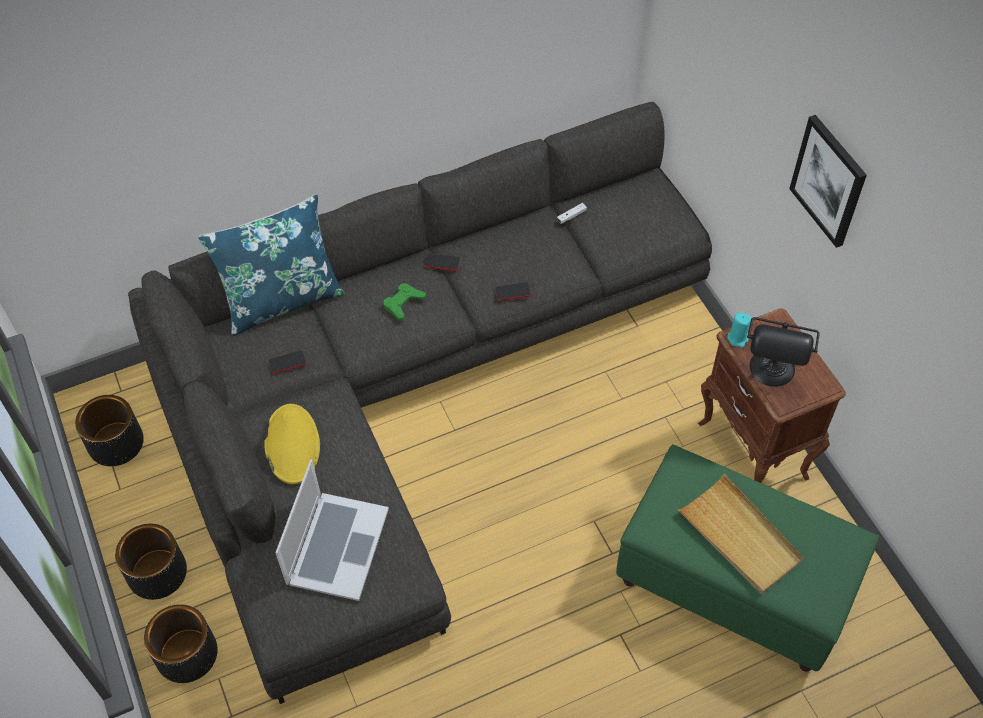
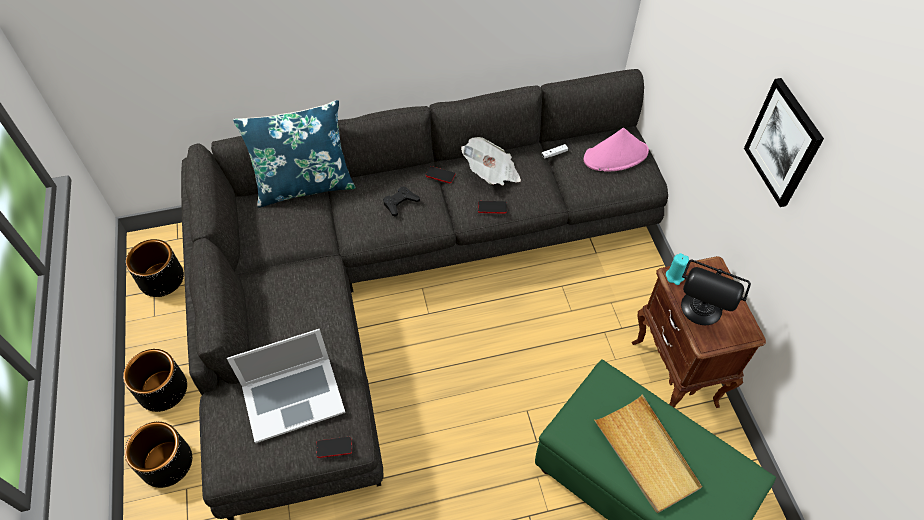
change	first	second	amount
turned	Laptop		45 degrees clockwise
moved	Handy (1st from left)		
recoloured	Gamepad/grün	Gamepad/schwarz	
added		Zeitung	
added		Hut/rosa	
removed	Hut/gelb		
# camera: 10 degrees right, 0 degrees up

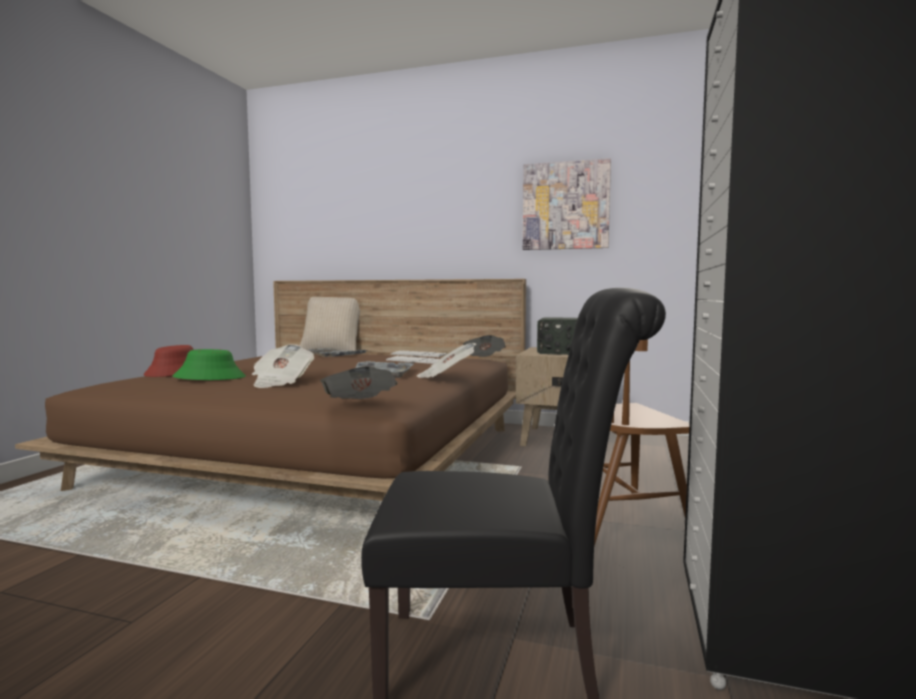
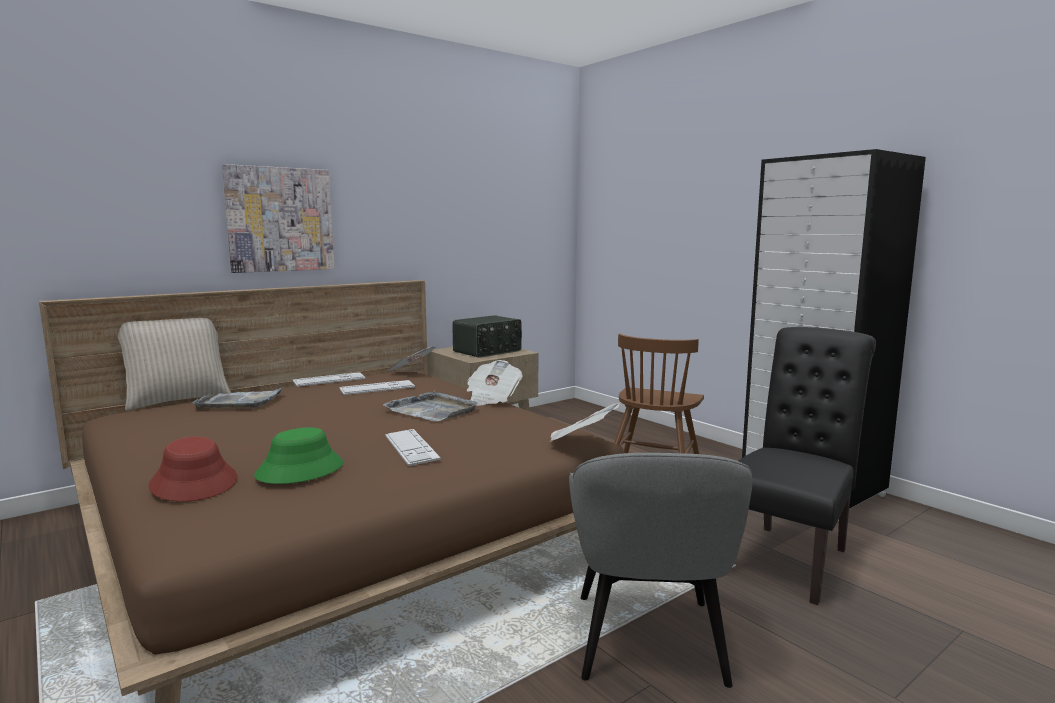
change	first	second	amount
moved	Bild		
replaced	Zeitung (1st from left)	Tastatur (3rd from left)	
added		Sessel/grau	
# camera: 55 degrees left, 5 degrees up

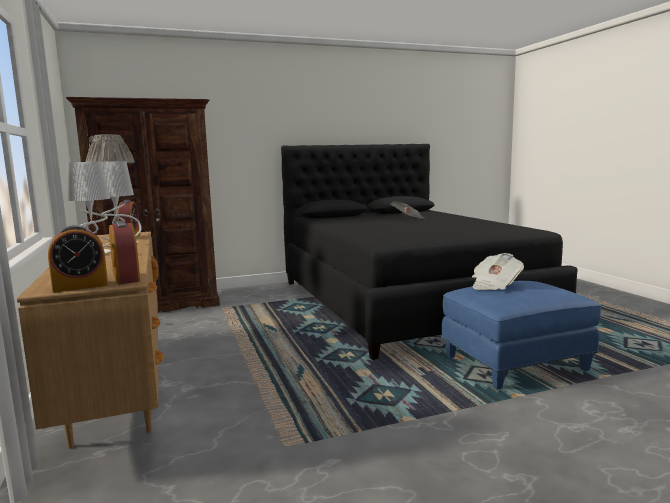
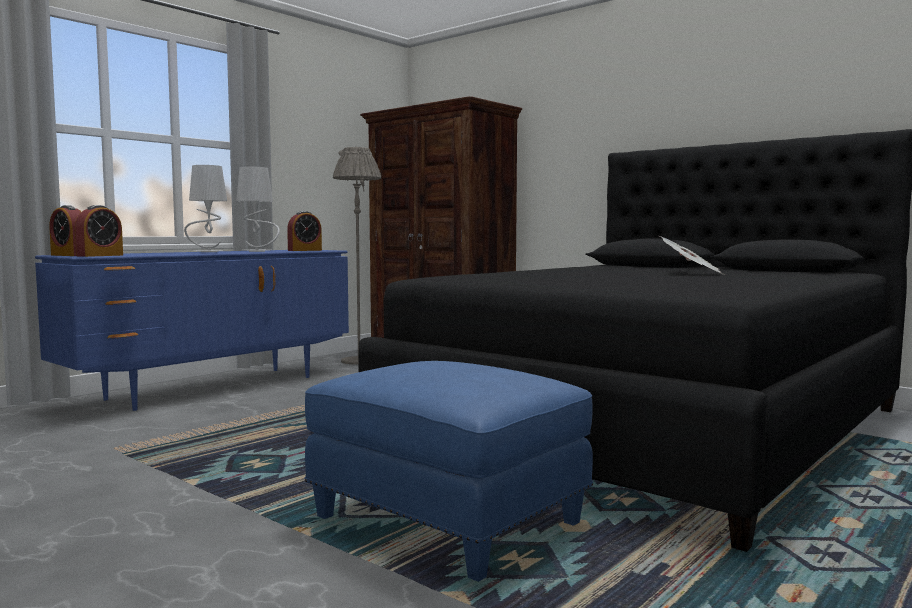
change	first	second	amount
recoloured	Kommode/braun	Kommode/blau	
removed	Zeitung (2nd from left)		
# camera: 60 degrees right, 5 degrees down

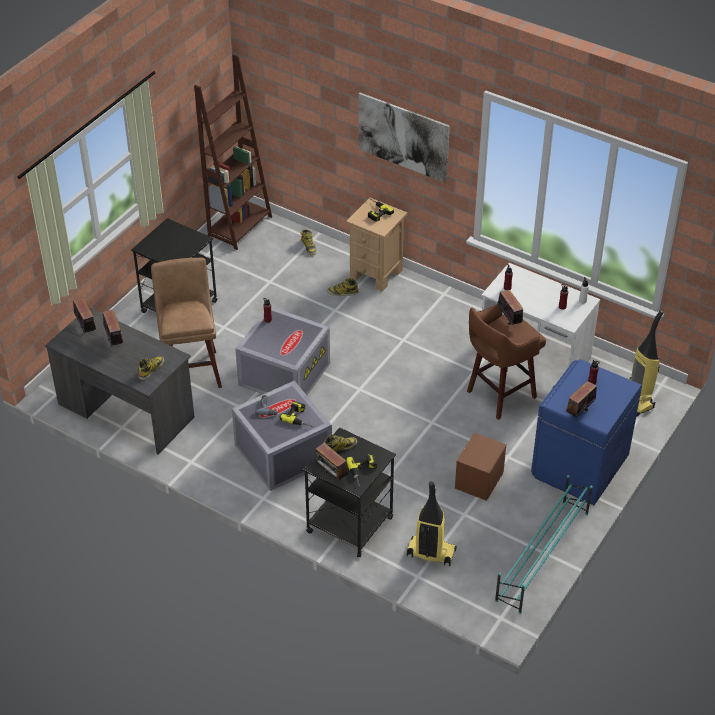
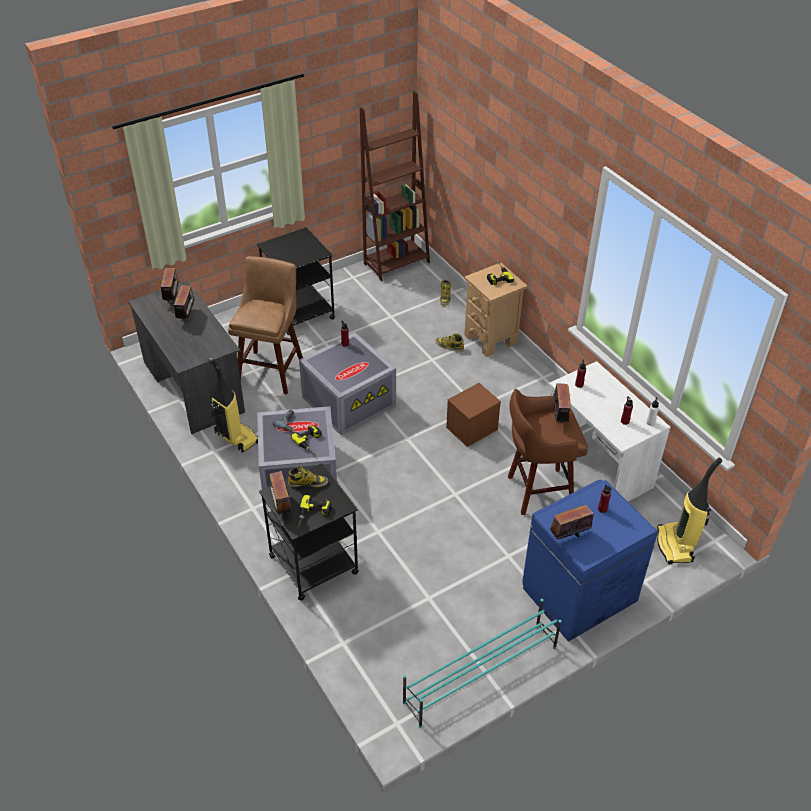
change	first	second	amount
moved	Staubsauger (1st from left)		
moved	Aufbewahrungsbox/braun		
removed	Stiefel (1st from left)		
removed	Bild		
# camera: 25 degrees right, 0 degrees up

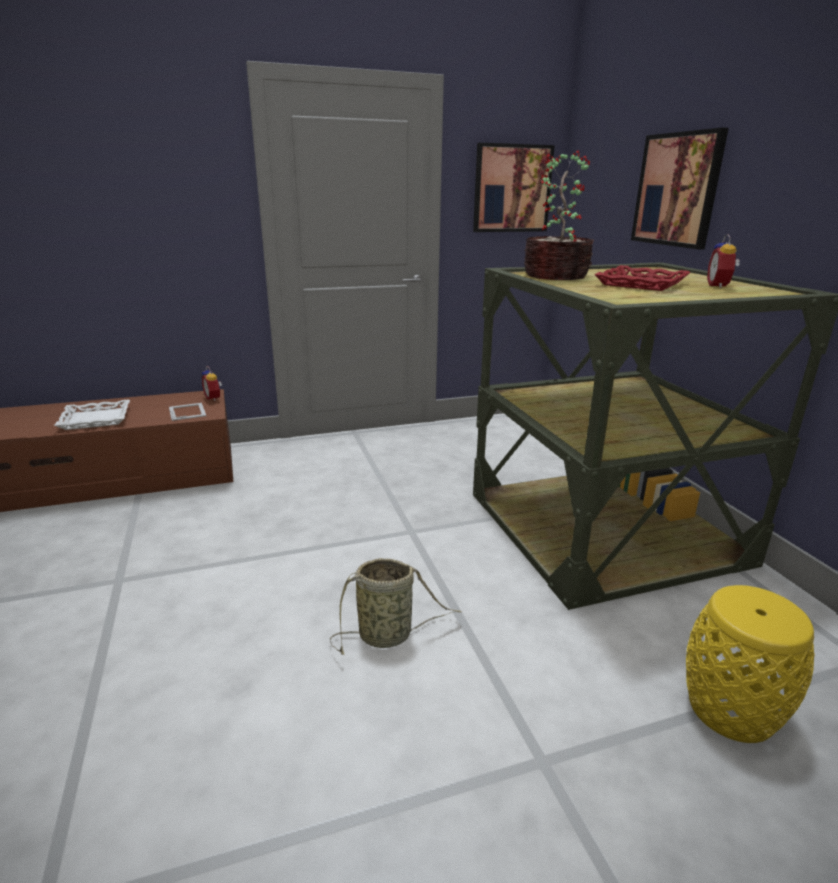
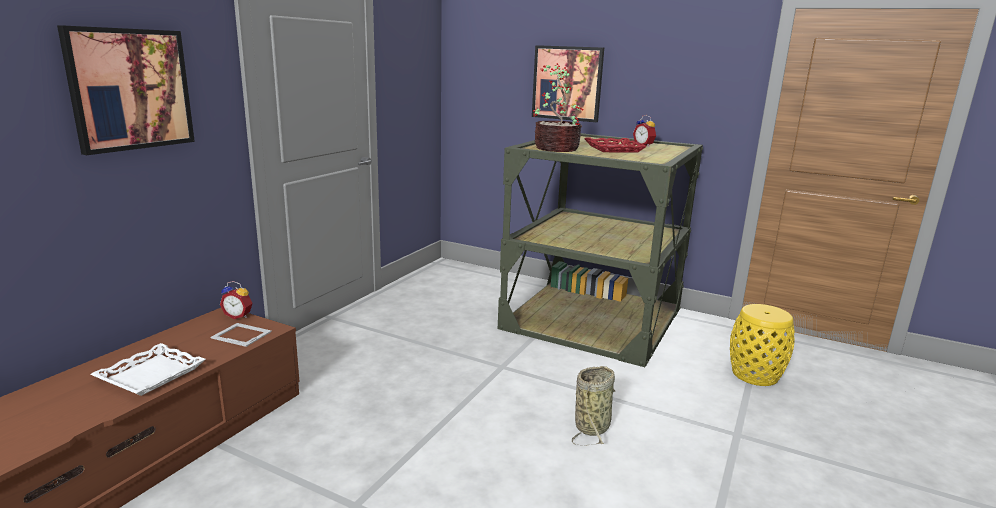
change	first	second	amount
moved	Bild (1st from left)		
# camera: 45 degrees left, 5 degrees down

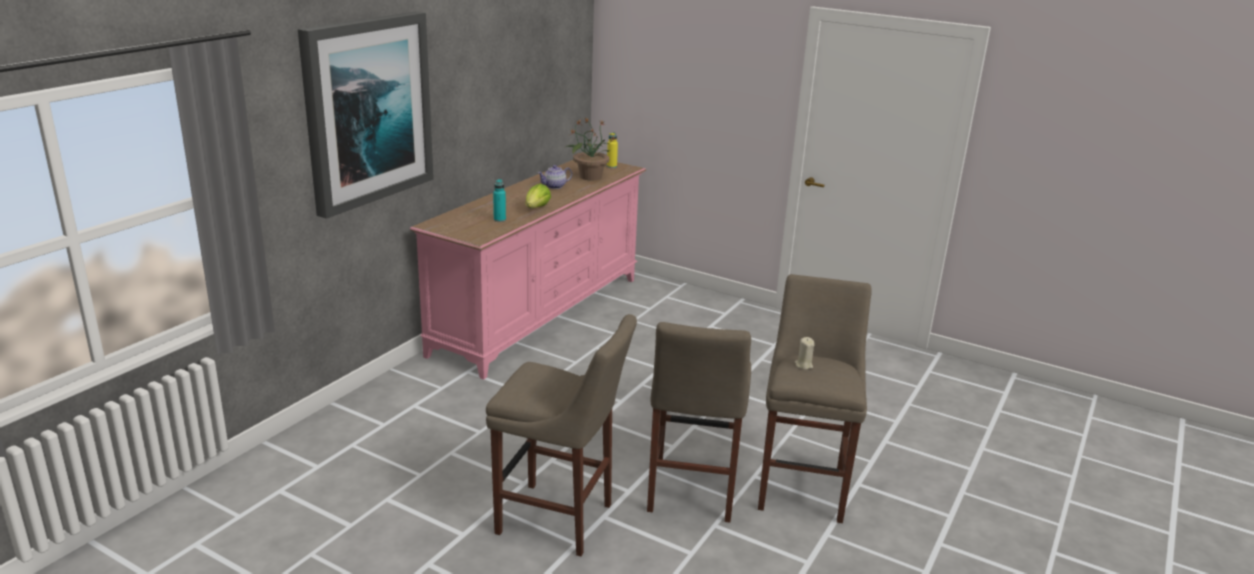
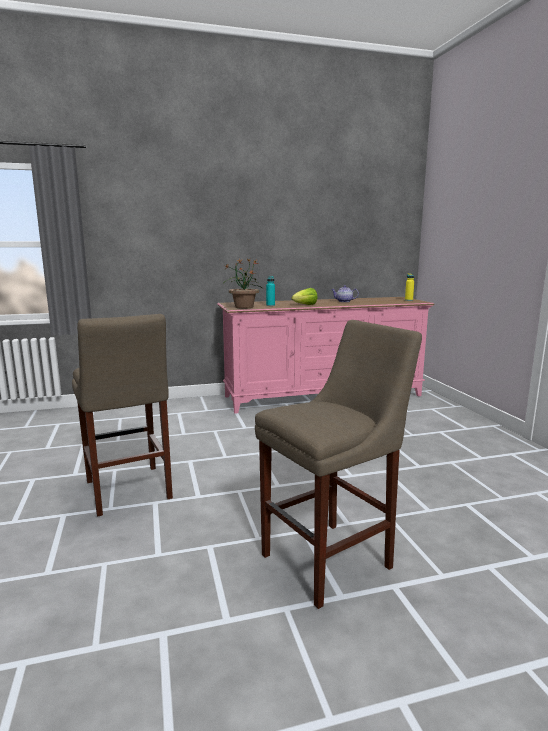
change	first	second	amount
moved	Topfpflanze		
removed	Bild		
removed	Hocker/beige (2nd from left)		
removed	Kerze/beige		
# camera: 45 degrees right, 10 degrees down

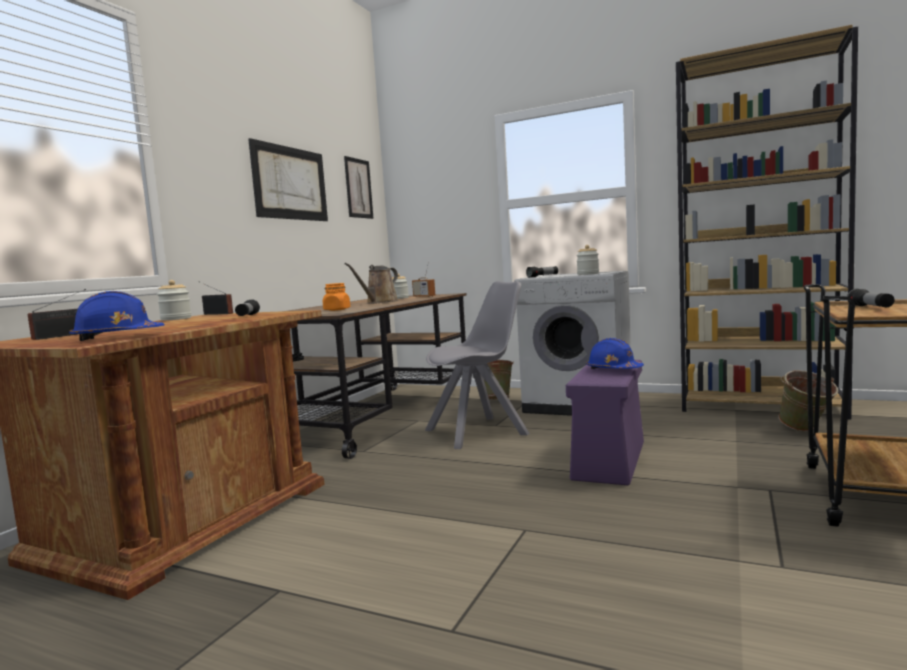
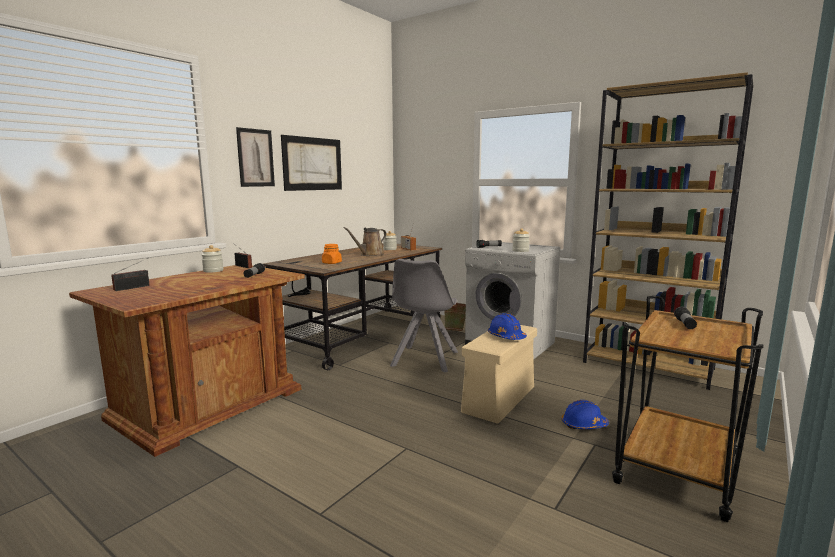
change	first	second	amount
moved	Bild (2nd from left in the first image)	Bild (1st from left)	
turned	Stuhl/grau		120 degrees clockwise
recoloured	Aufbewahrungsbox/lila	Aufbewahrungsbox/beige	
moved	Schutzhelm/blau (1st from left in the first image)	Schutzhelm/blau (2nd from left)	
removed	Eimer/grün (2nd from left)		
# camera: 10 degrees right, 5 degrees up

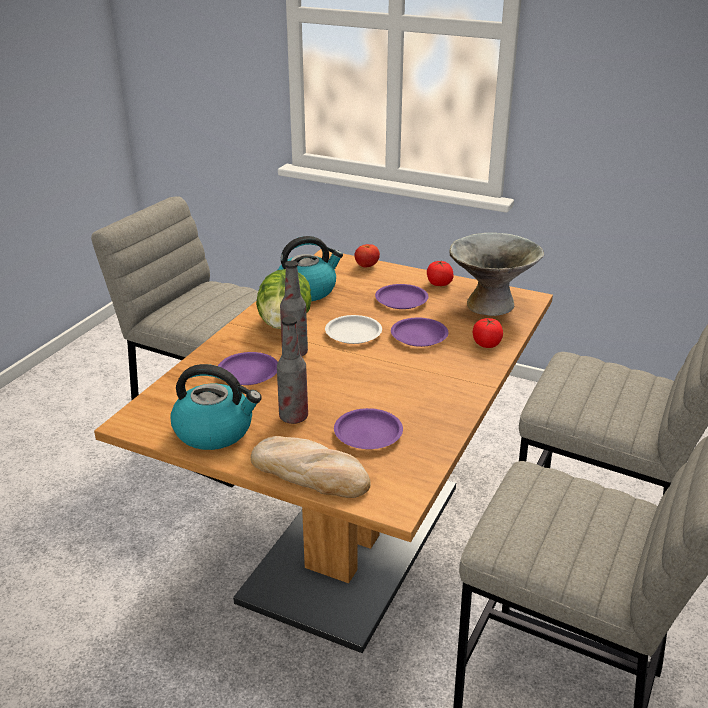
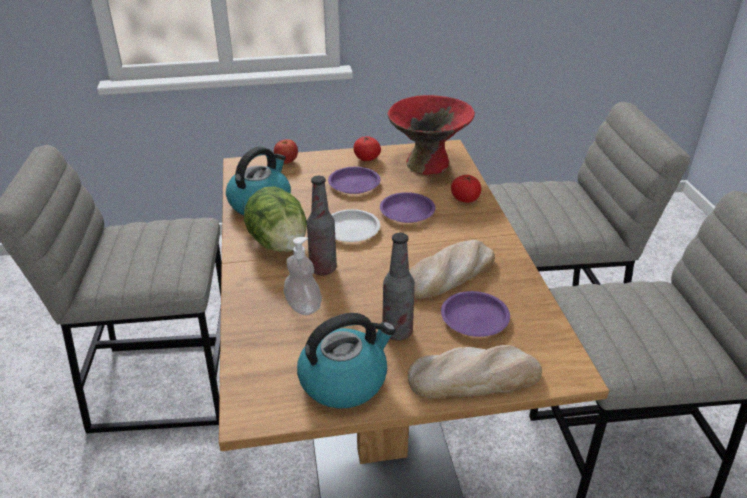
change	first	second	amount
replaced	Teller/lila (1st from left)	Seifenspender	
recoloured	Schüssel/grau	Schüssel/rot	
added		Brot (1st from left)	
# camera: 35 degrees left, 5 degrees up

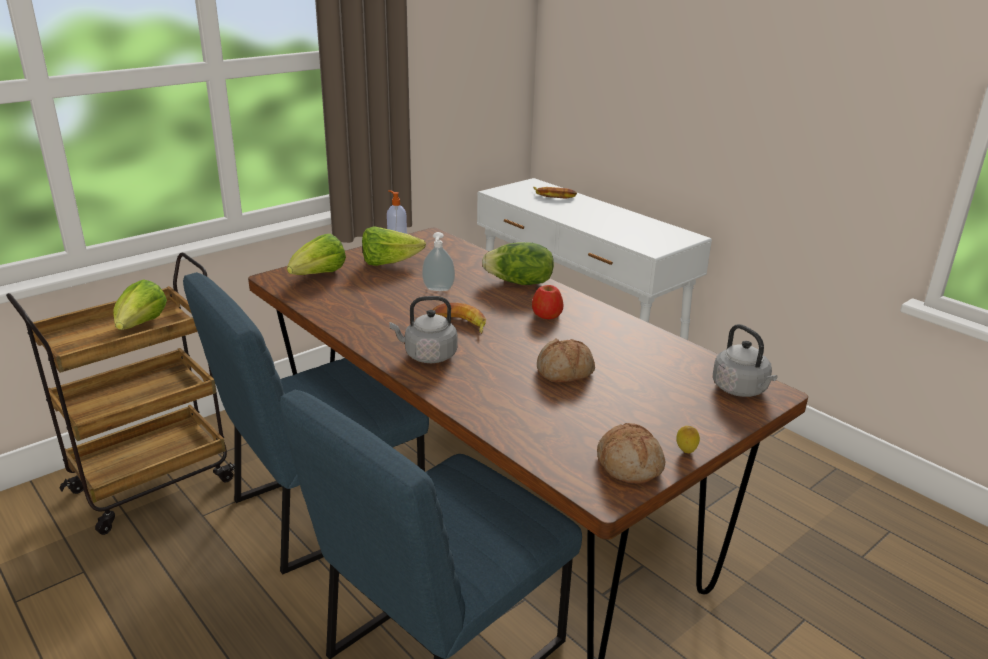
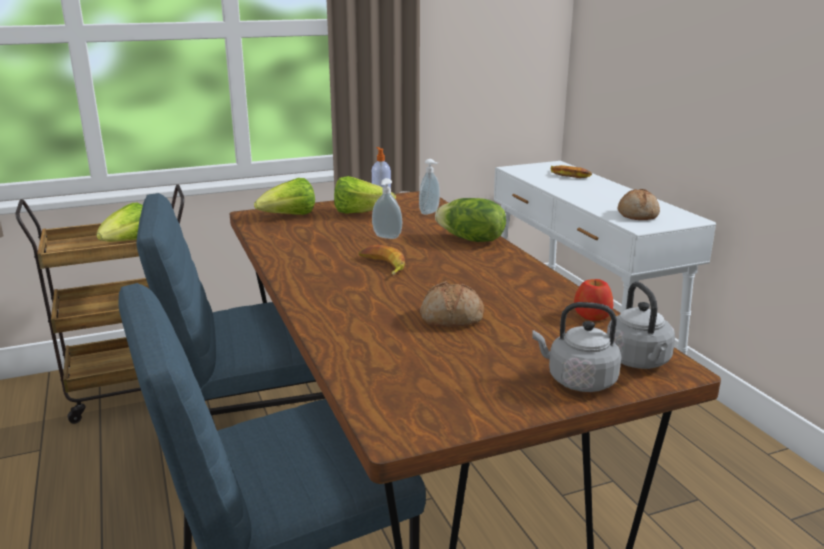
change	first	second	amount
added		Seifenspender (3rd from left)	
moved	Wasserkessel/grau (1st from left)		
moved	Apfel		
moved	Brot (2nd from left)		
removed	Zitrone		
# camera: 20 degrees right, 5 degrees down

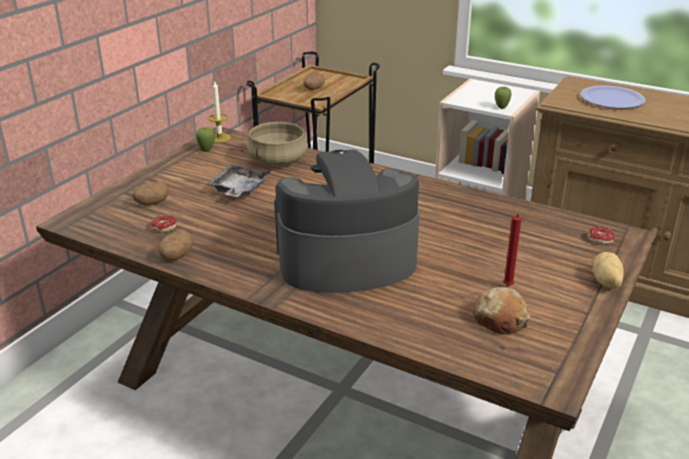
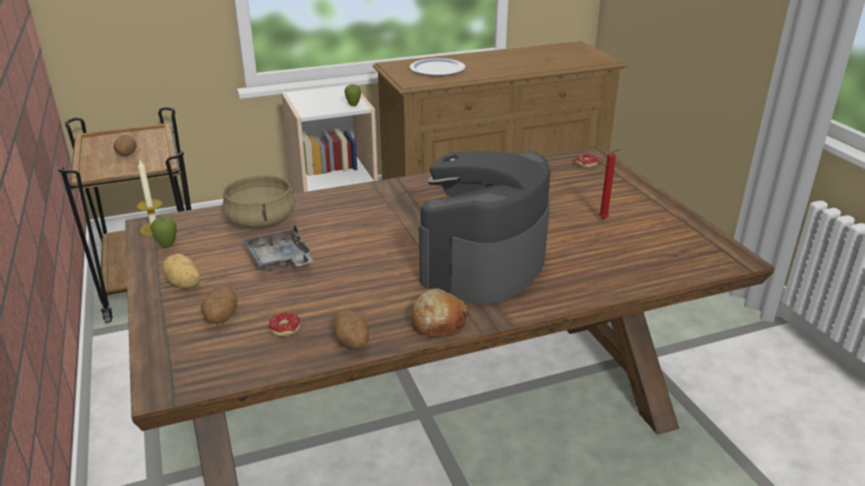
change	first	second	amount
moved	Kartoffel (4th from left in the first image)	Kartoffel (2nd from left)	
moved	Brot		
# camera: 50 degrees left, 0 degrees up

